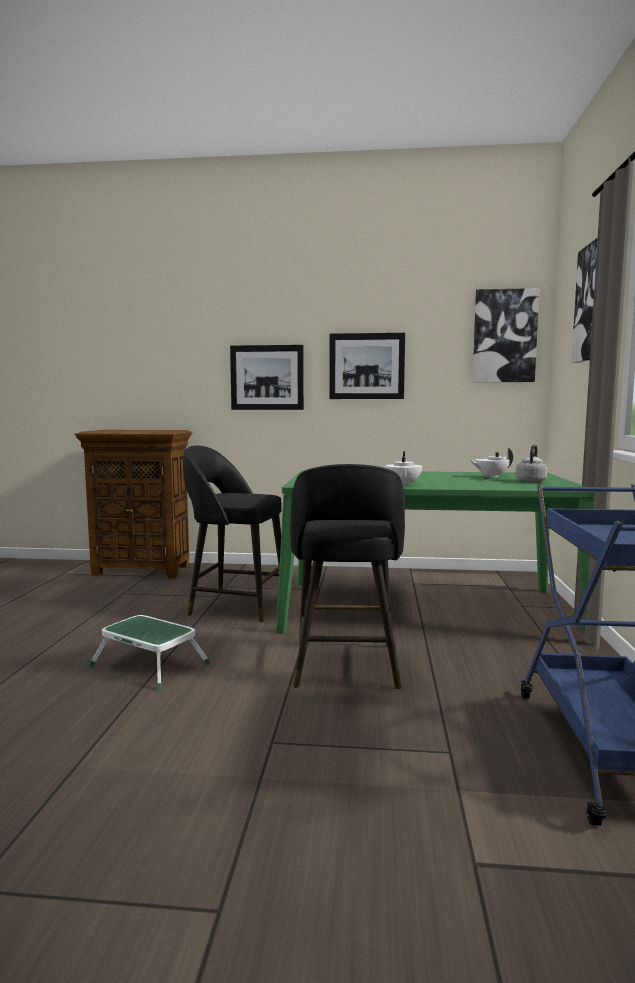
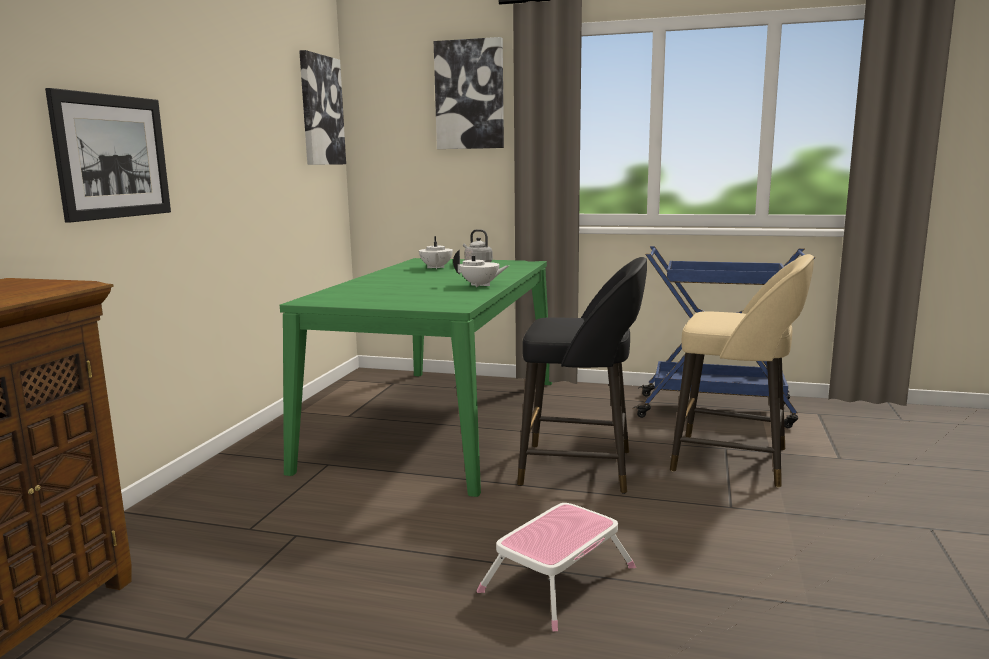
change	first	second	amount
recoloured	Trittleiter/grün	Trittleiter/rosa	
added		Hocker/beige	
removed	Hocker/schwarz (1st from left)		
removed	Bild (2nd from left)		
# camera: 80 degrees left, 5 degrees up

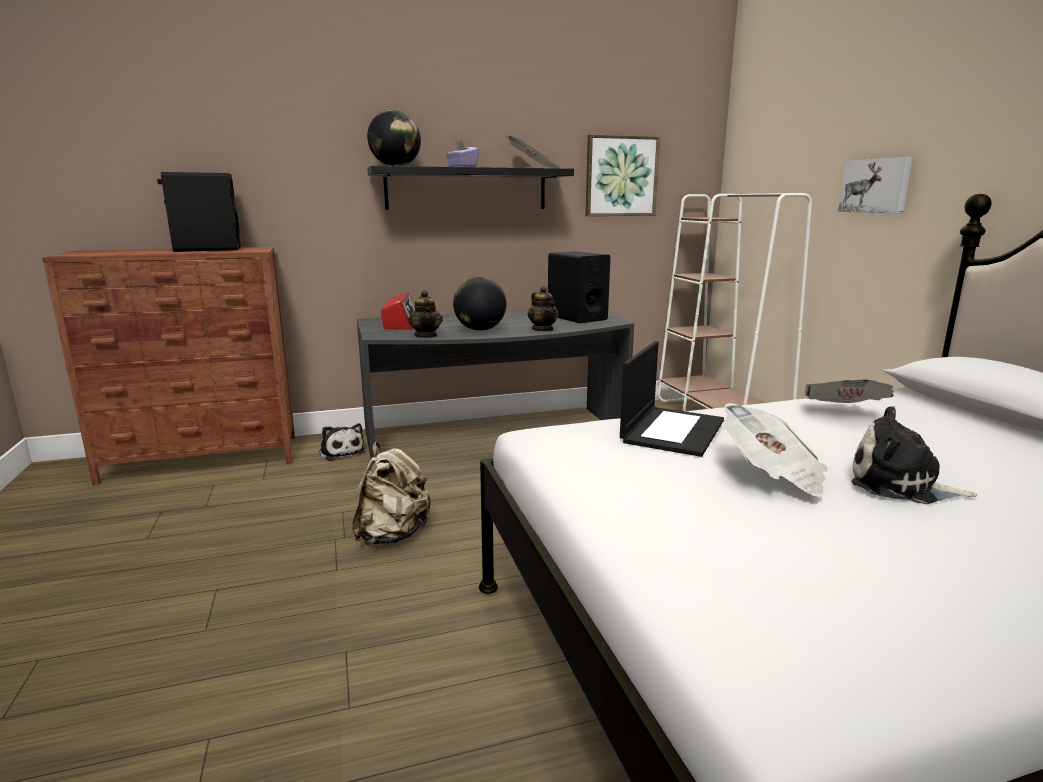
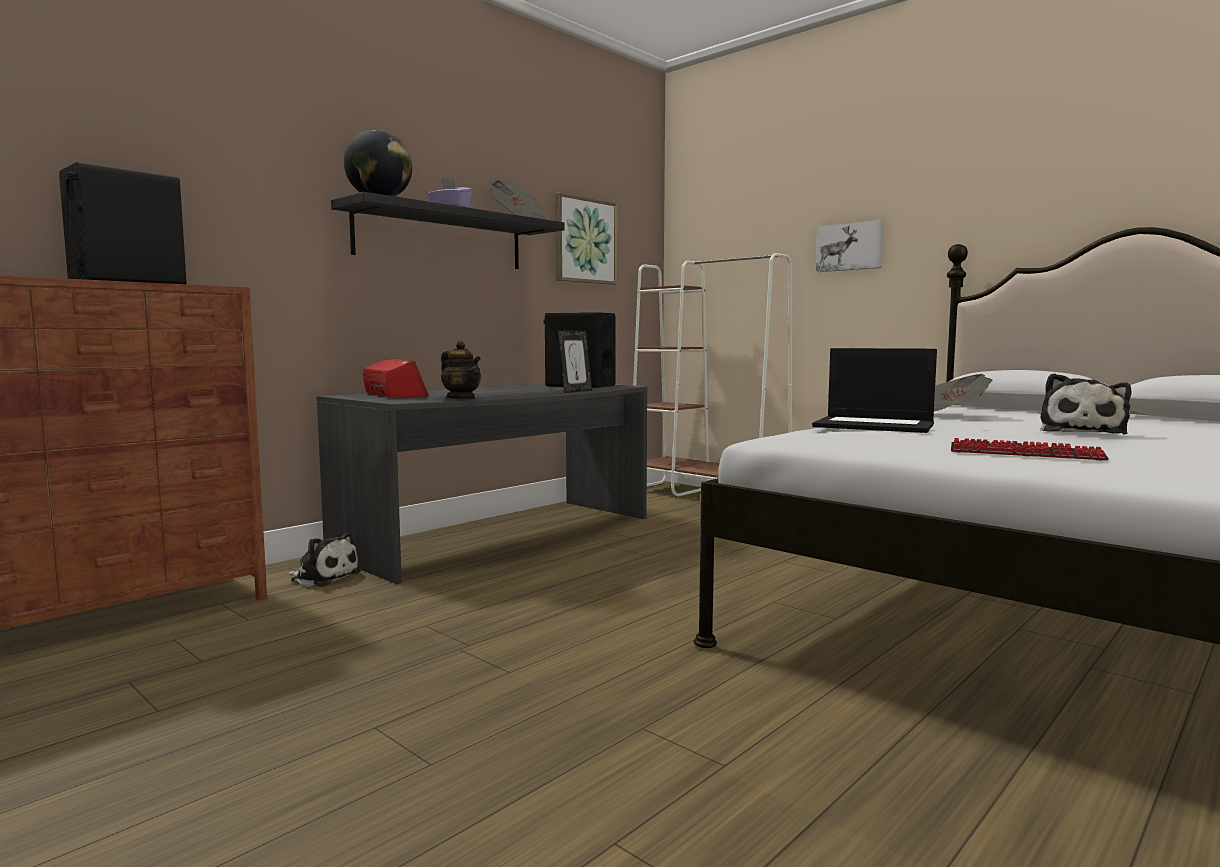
change	first	second	amount
replaced	Teekanne (2nd from left)	Bilderrahmen	
turned	Laptop		120 degrees clockwise
added		Tastatur	
turned	Plüschtier (2nd from left)		60 degrees counterclockwise
removed	Rucksack/beige		
removed	Globus (2nd from left)		
removed	Zeitung (2nd from left)		
# camera: 30 degrees left, 10 degrees down

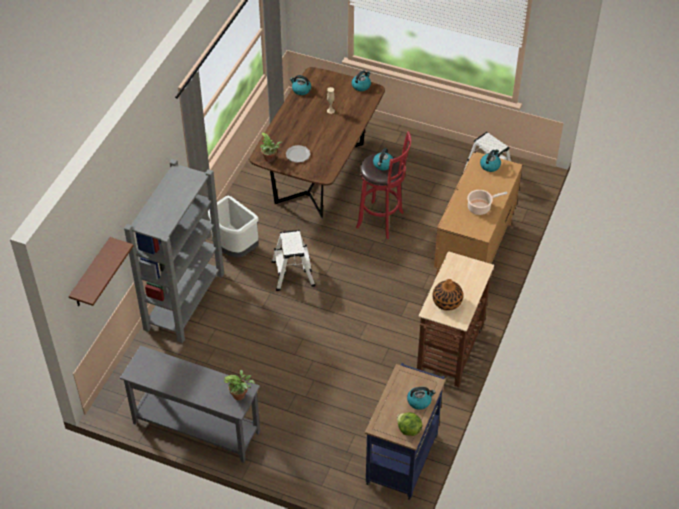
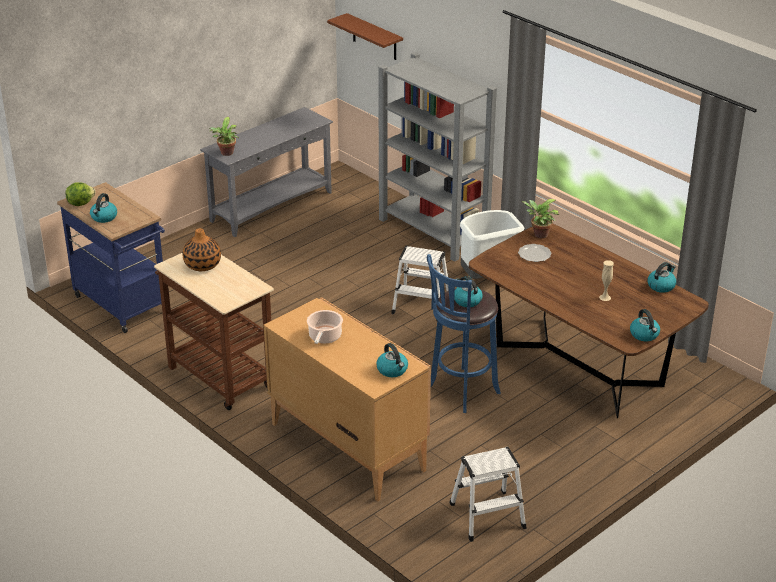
change	first	second	amount
recoloured	Hocker/rot	Hocker/blau	
# camera: 115 degrees right, 15 degrees down

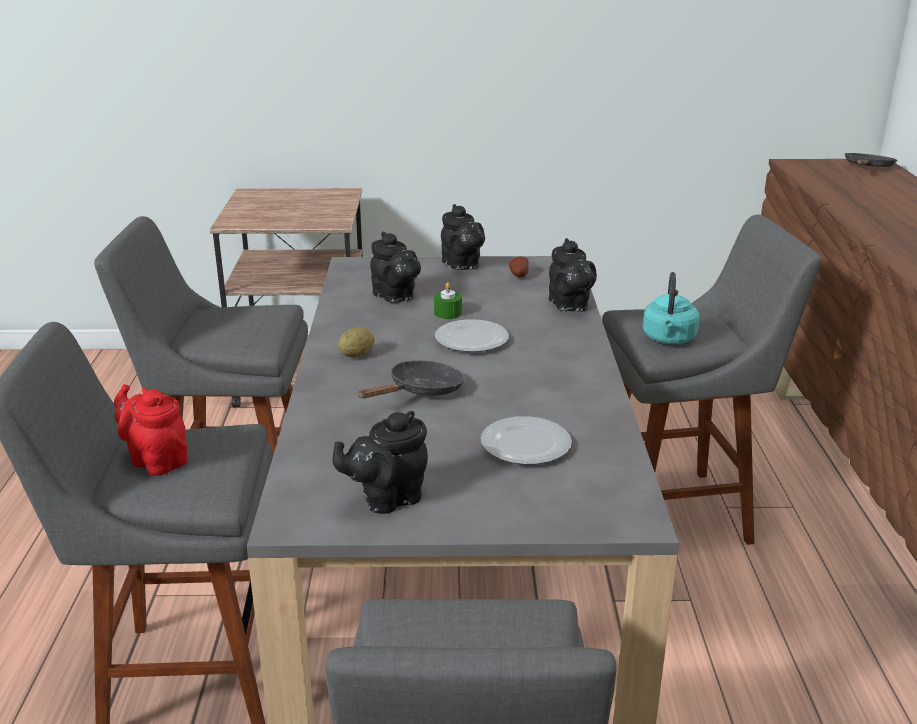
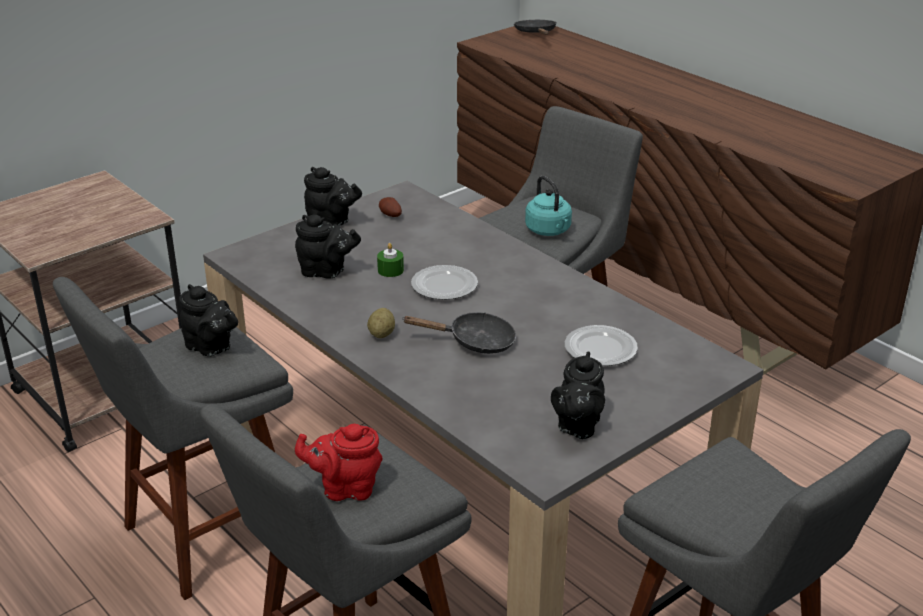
change	first	second	amount
moved	Teekanne/schwarz (4th from left in the first image)	Teekanne/schwarz (1st from left)	
turned	Pfanne/schwarz (1st from left)		90 degrees clockwise
# camera: 40 degrees left, 5 degrees up

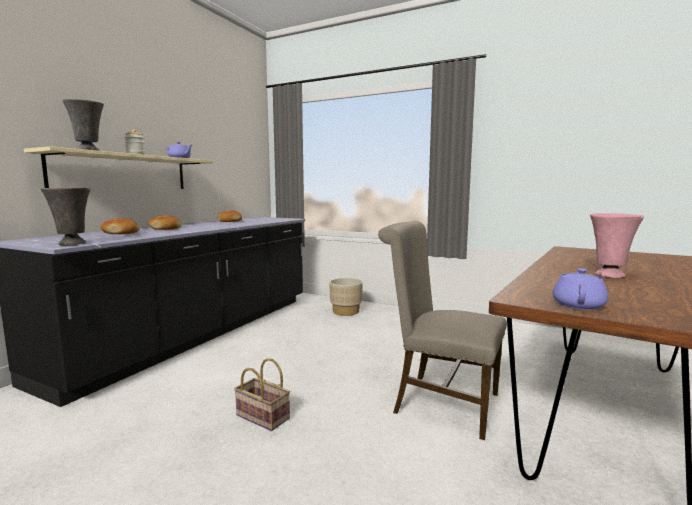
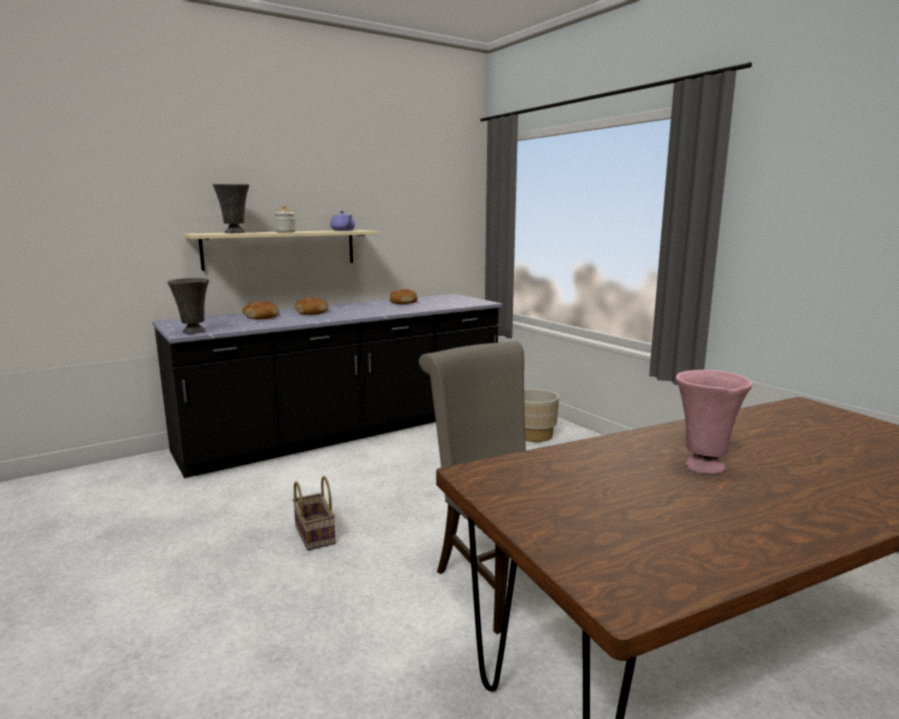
change	first	second	amount
removed	Teekanne/lila (2nd from left)		
# camera: 30 degrees right, 5 degrees up

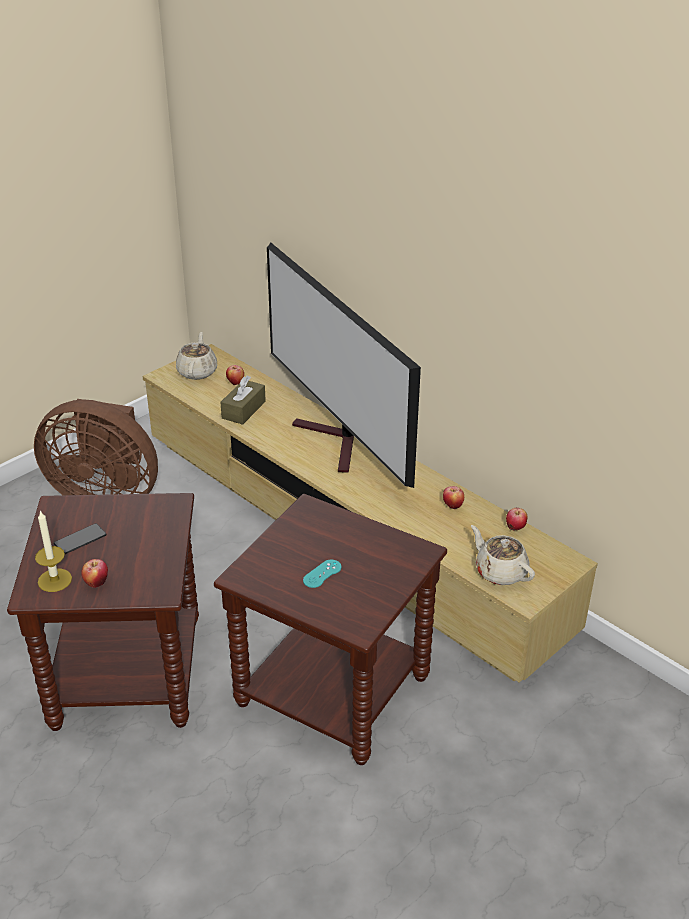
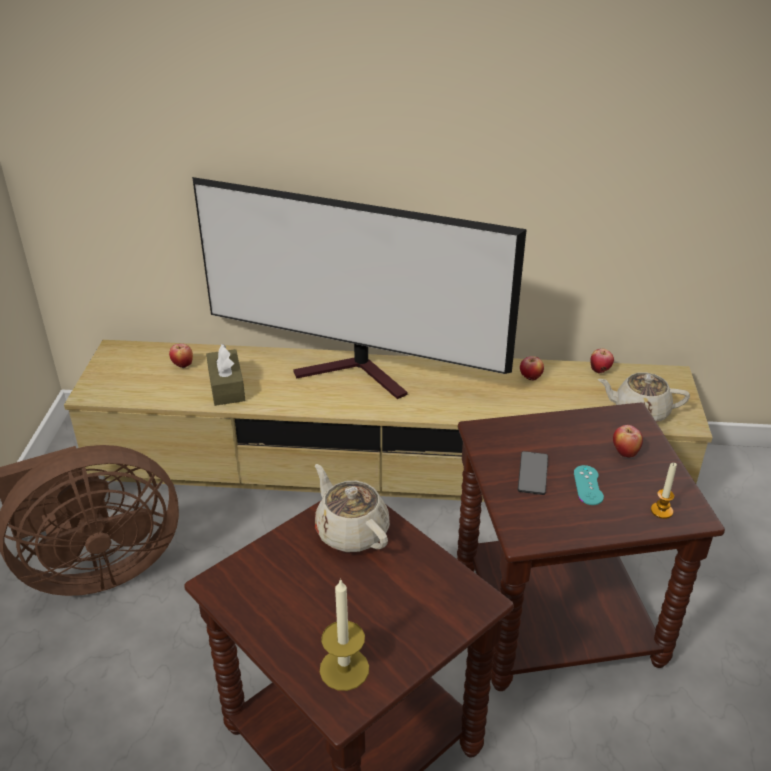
change	first	second	amount
moved	Teekanne/beige (1st from left)		
moved	Handy		
moved	Apfel (1st from left in the first image)	Apfel (4th from left)	
added		Kerze (2nd from left)	
# camera: 40 degrees left, 0 degrees up

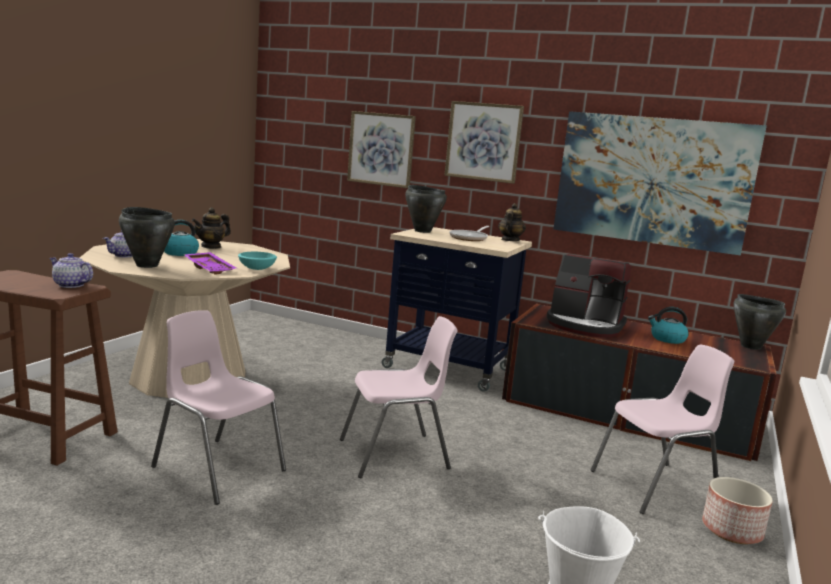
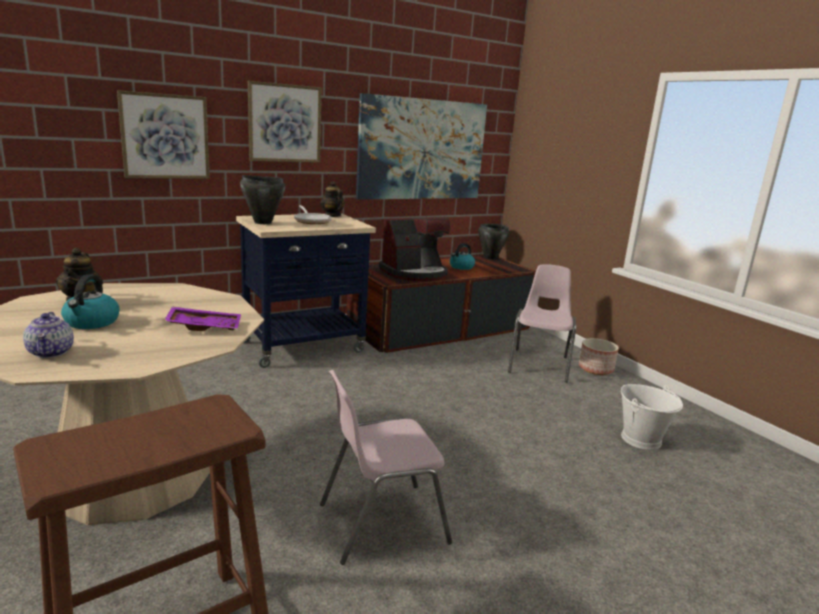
change	first	second	amount
removed	Teekanne (1st from left)		
removed	Kochtopf/schwarz (1st from left)		
removed	Schüssel/türkis		
removed	Stuhl/rosa (2nd from left)		
# camera: 55 degrees left, 5 degrees up

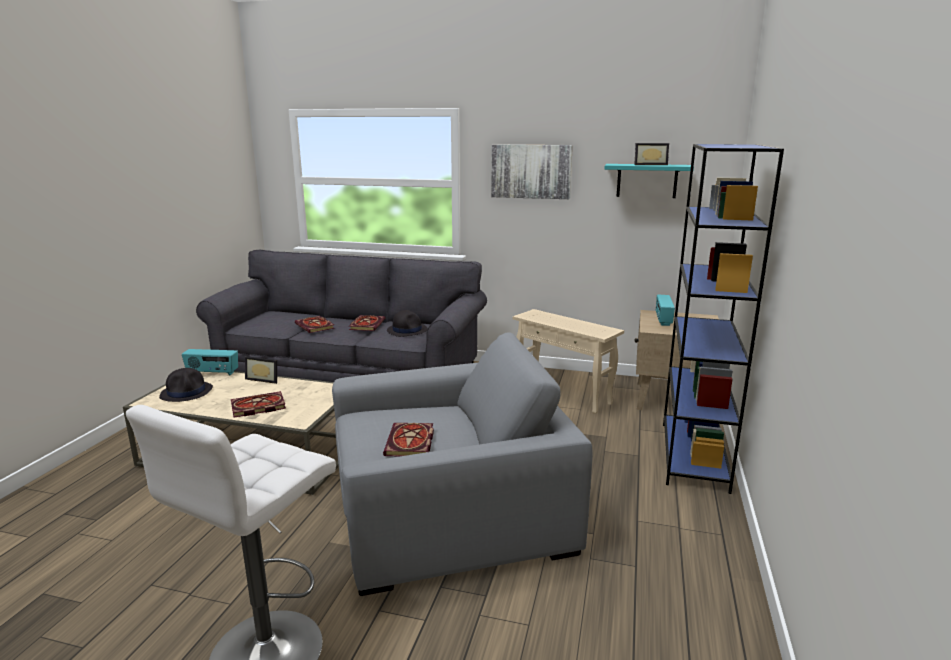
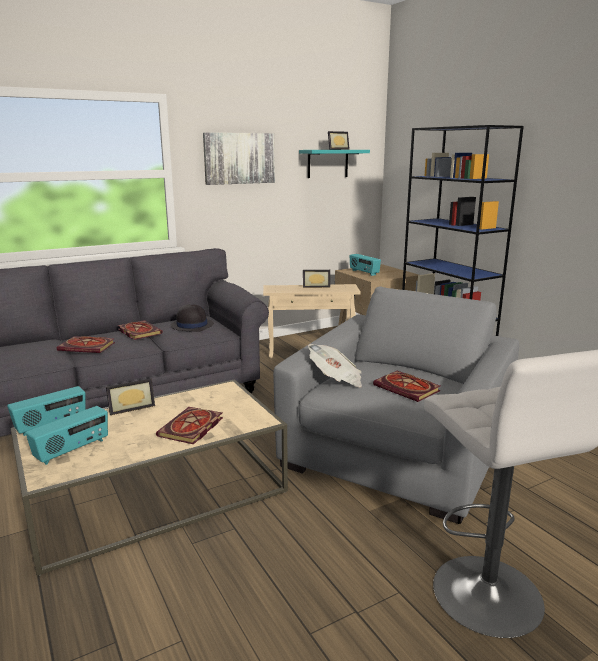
change	first	second	amount
replaced	Hut/schwarz (1st from left)	Radio (2nd from left)	
added		Bilderrahmen (2nd from left)	
added		Zeitung	
# camera: 45 degrees left, 0 degrees up

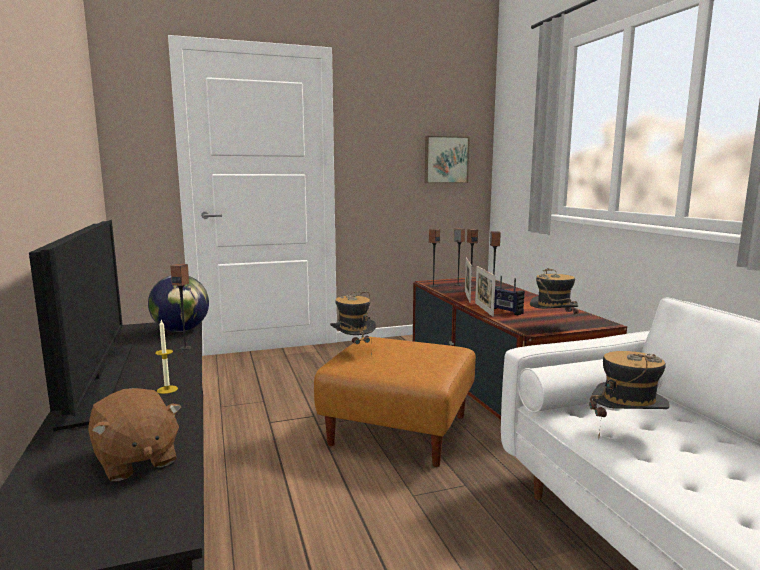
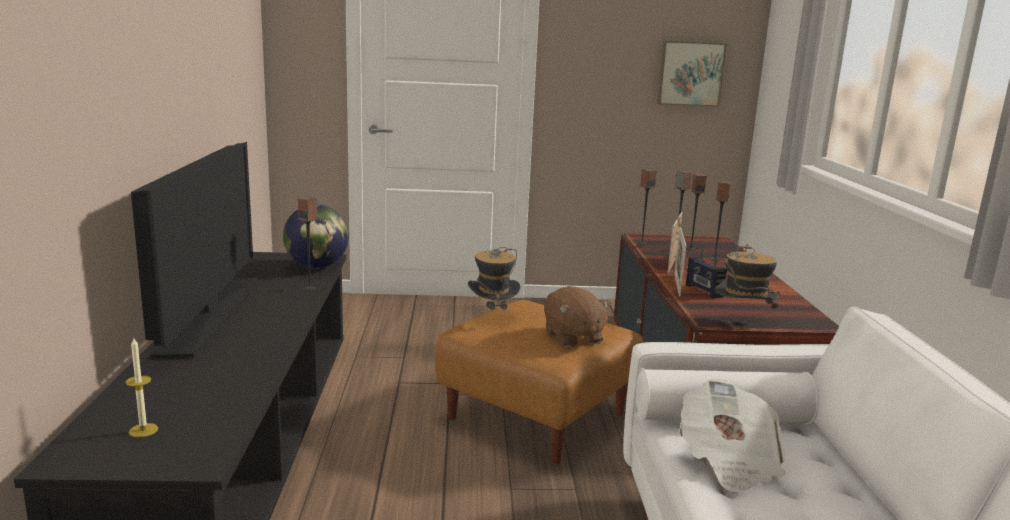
change	first	second	amount
moved	Kerze		
moved	Plüschtier/braun		
replaced	Hut (3rd from left)	Zeitung	
# camera: 15 degrees right, 5 degrees up

